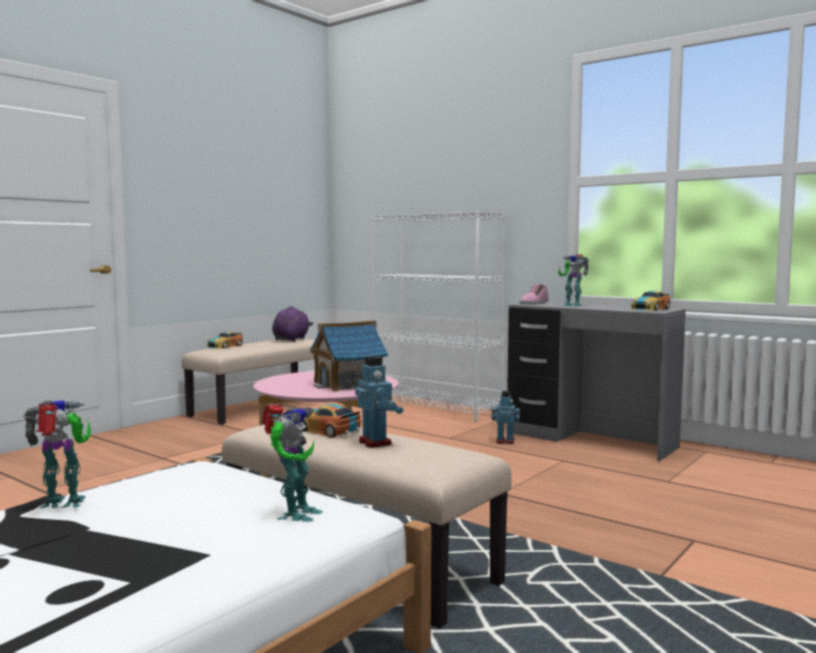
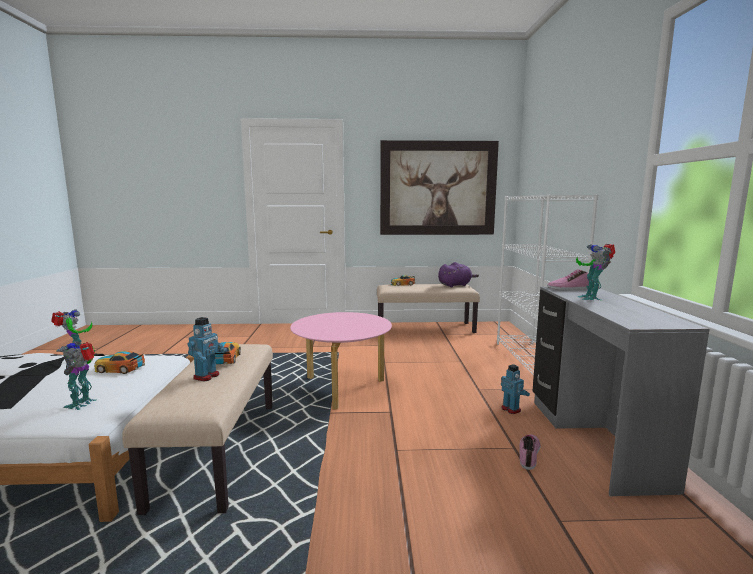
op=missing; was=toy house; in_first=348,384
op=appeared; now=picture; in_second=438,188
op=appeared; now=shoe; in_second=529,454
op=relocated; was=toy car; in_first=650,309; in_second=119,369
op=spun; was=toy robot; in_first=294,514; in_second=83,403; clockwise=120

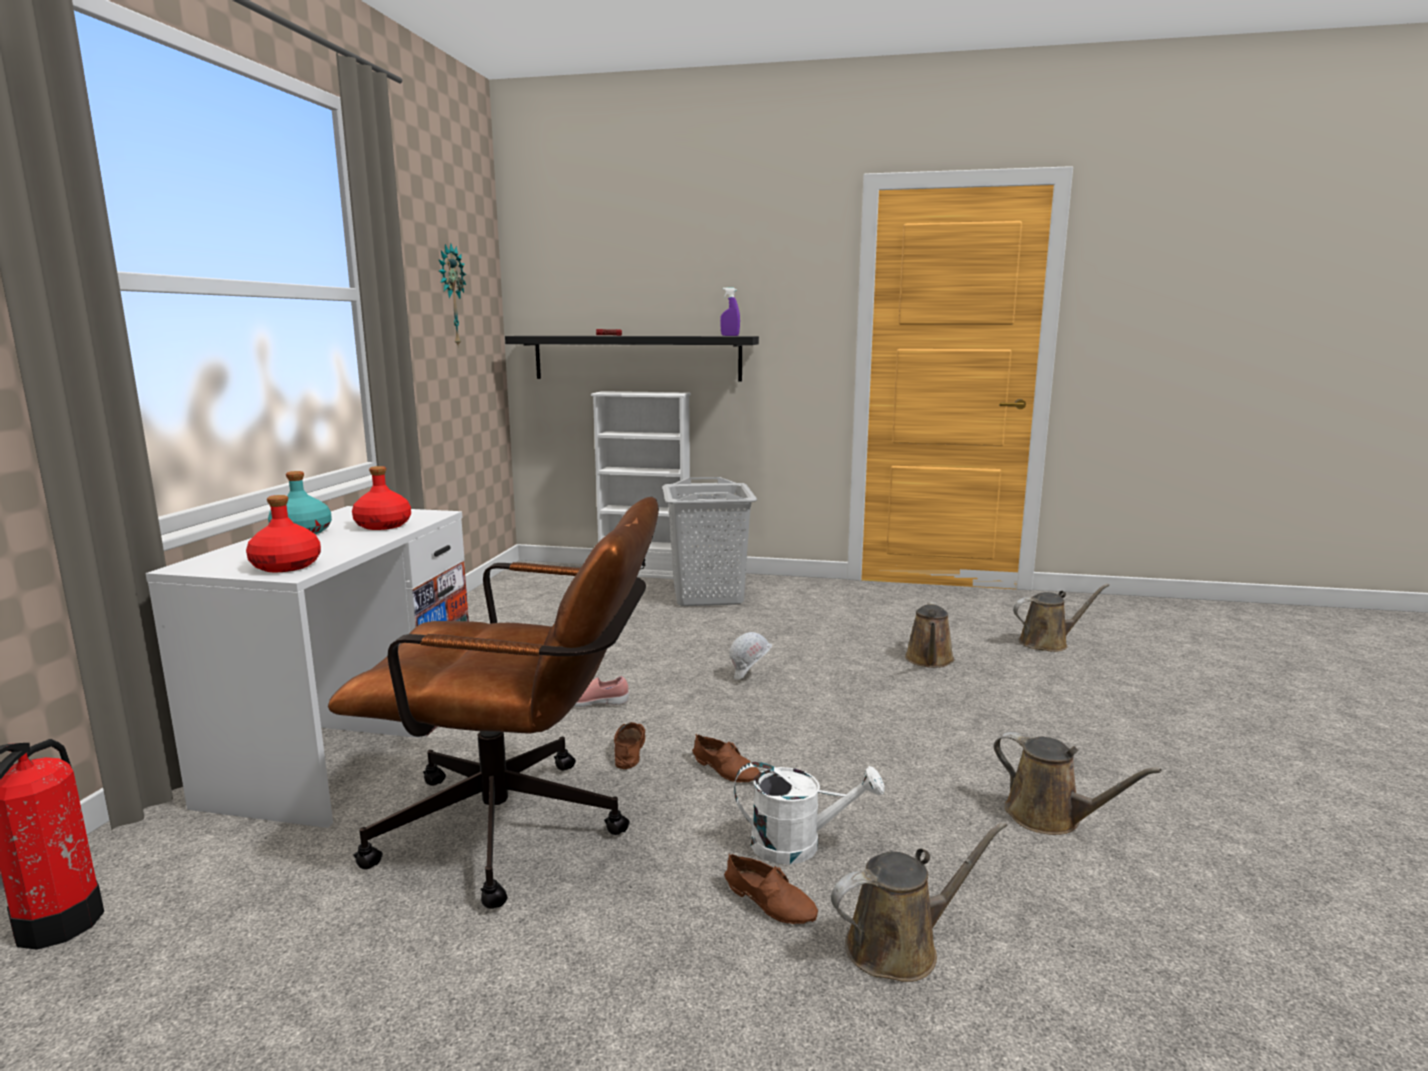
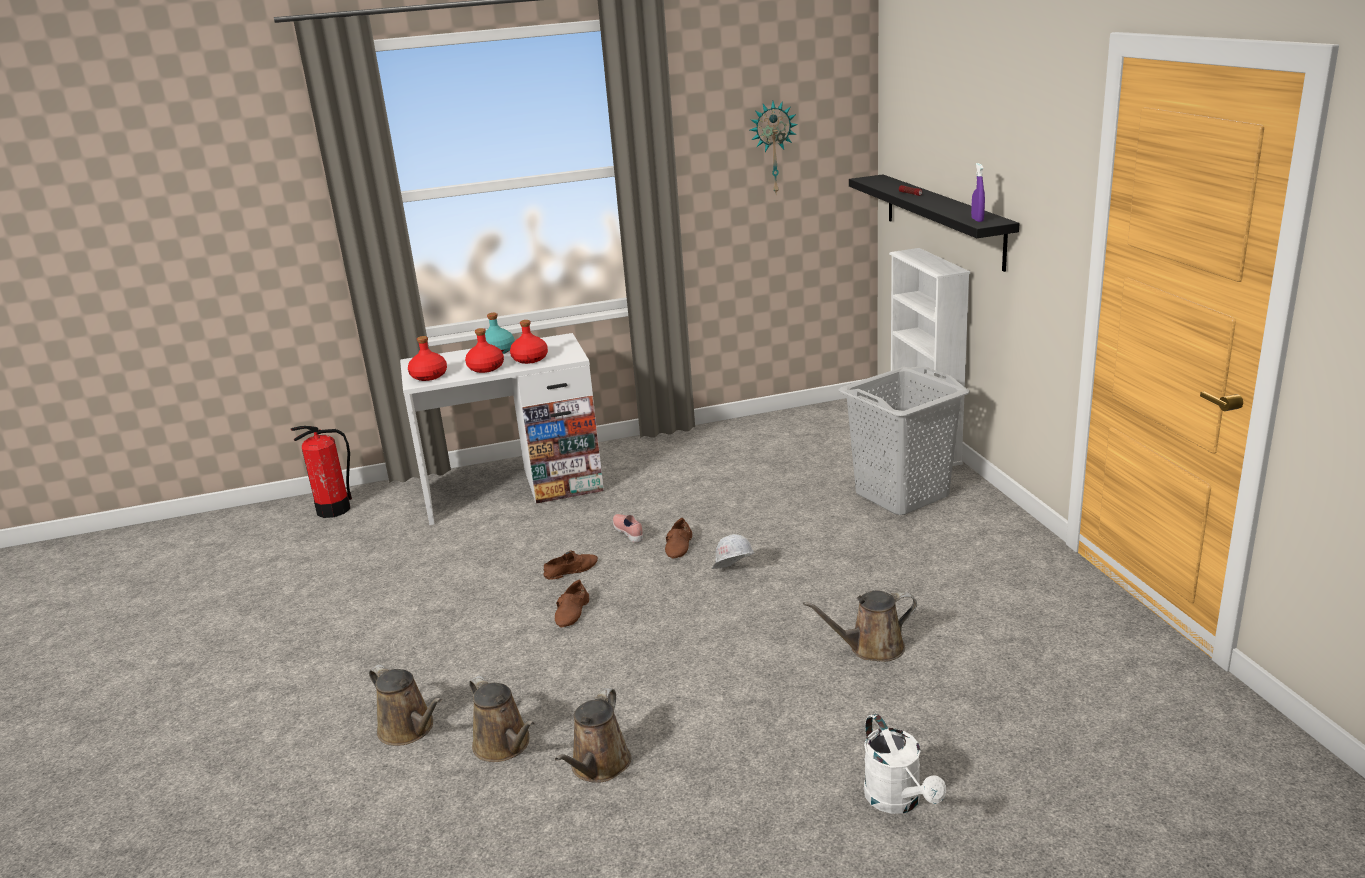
op=missing; was=brown office chair; in_first=522,830
op=appeared; now=red bottle; in_second=485,368
op=relocated; was=brown shoe; in_first=771,900; in_second=680,546
op=relocated; was=white watering can; in_first=798,845; in_second=898,801
op=relocated; was=brown watering can; in_first=1048,643; in_second=504,745

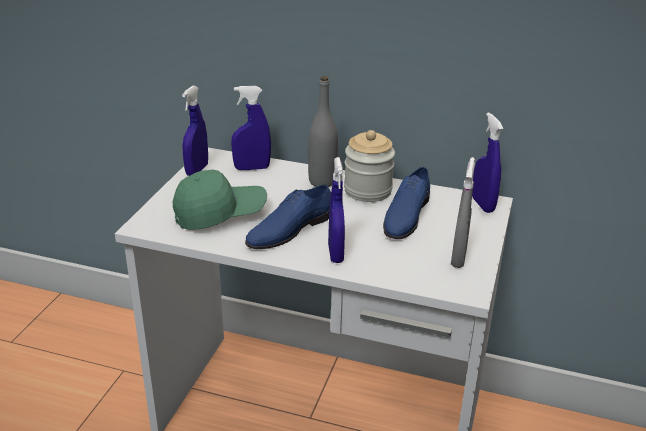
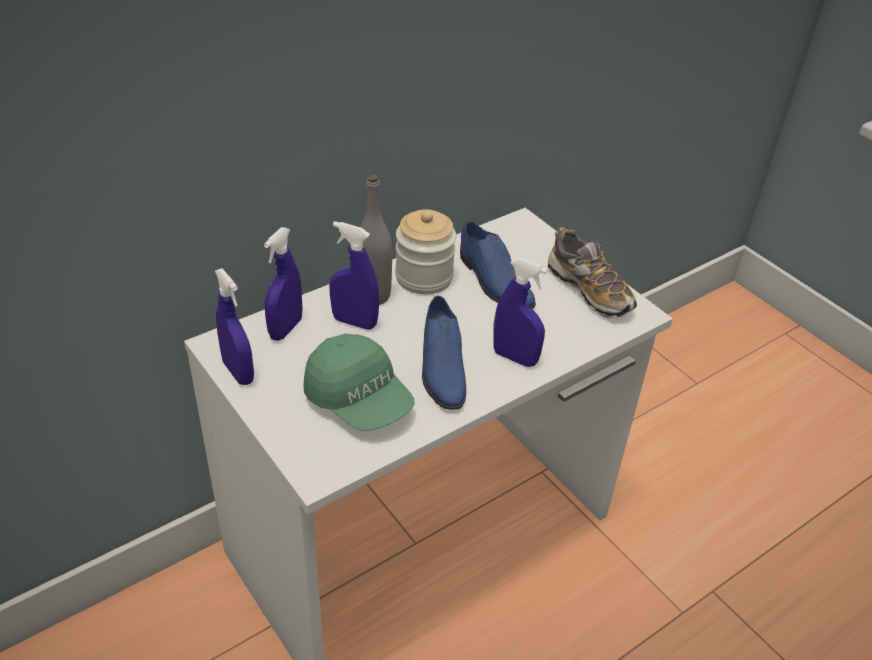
op=relocated; was=blue spray bottle; in_first=482,204; in_second=354,322
op=exchanged; was=grey spray bottle; now=shoe; in_first=458,258; in_second=589,290
op=spun; was=green cap; in_first=220,214; in_second=359,400; clockwise=120

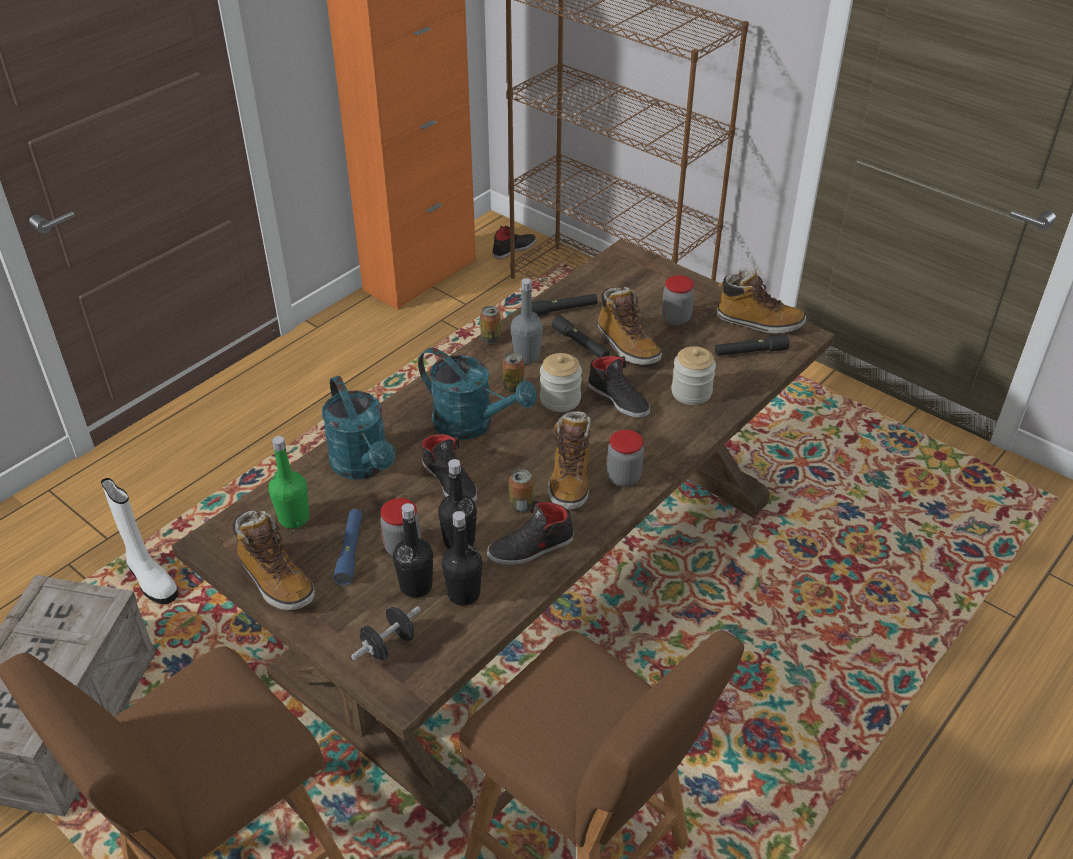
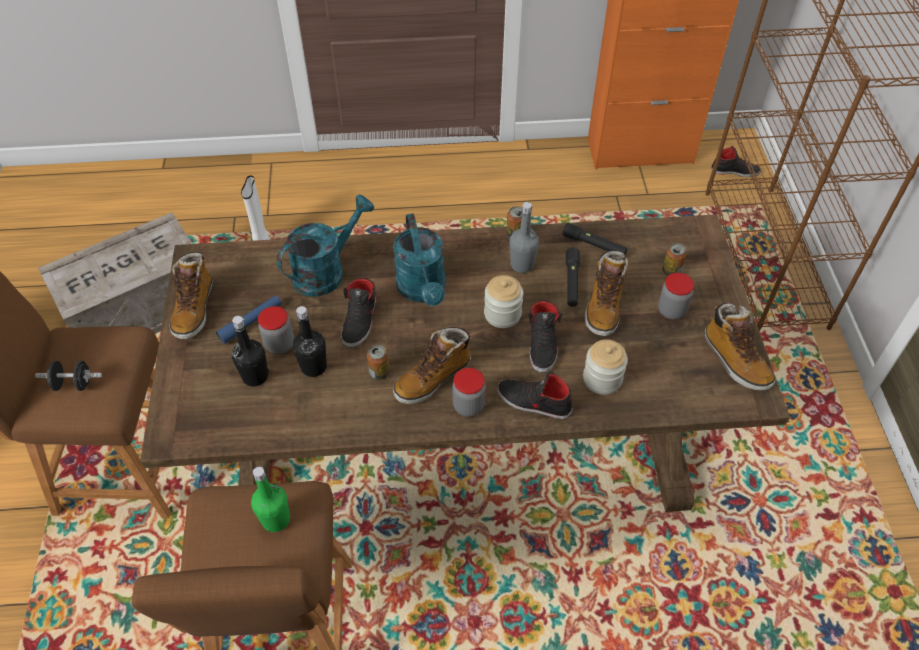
op=missing; was=black bottle; in_first=464,594
op=missing; was=black flashlight; in_first=750,352
op=relocated; was=green bottle; in_first=294,518; in_second=276,519
op=relocated; was=black dumbbell; in_first=388,645; in_second=73,384
op=relocated; was=black shoe; in_first=531,548; in_second=533,402
op=relocated; was=can; in_first=513,387; in_second=671,271
op=spun; was=turquoise watering can; in_first=364,466; in_second=326,271; clockwise=-150

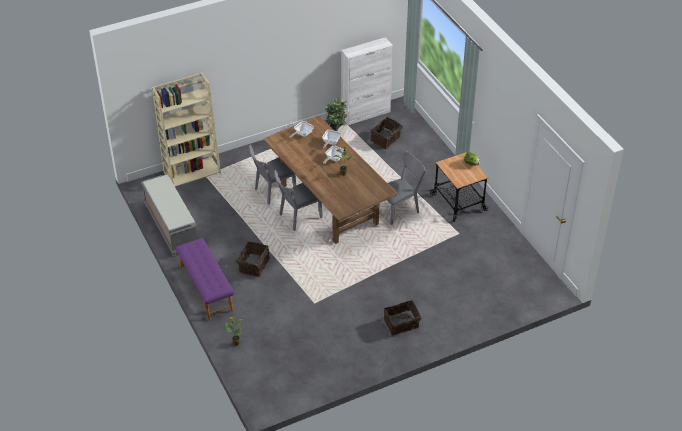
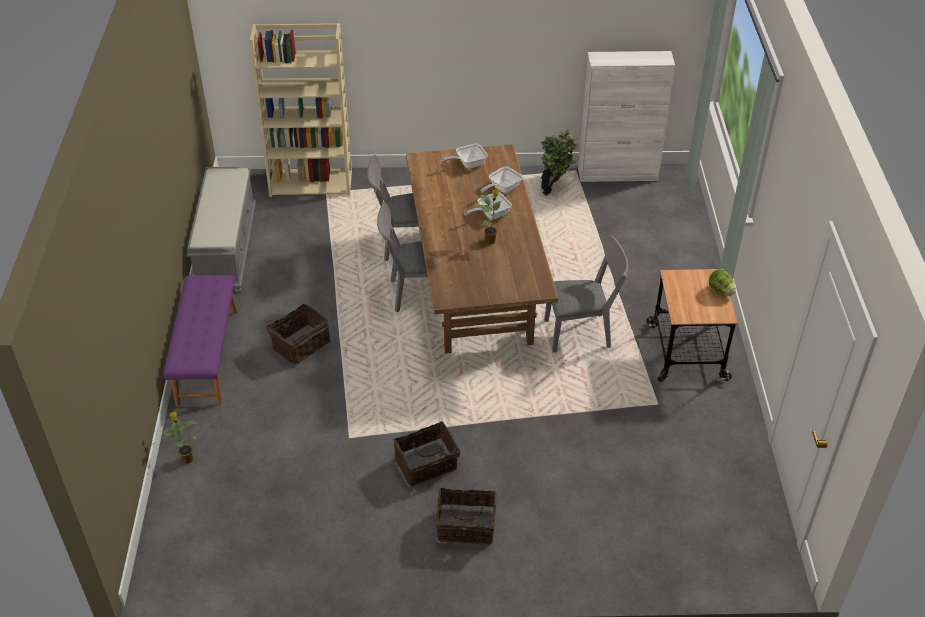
op=relocated; was=basket; in_first=386,139; in_second=427,465

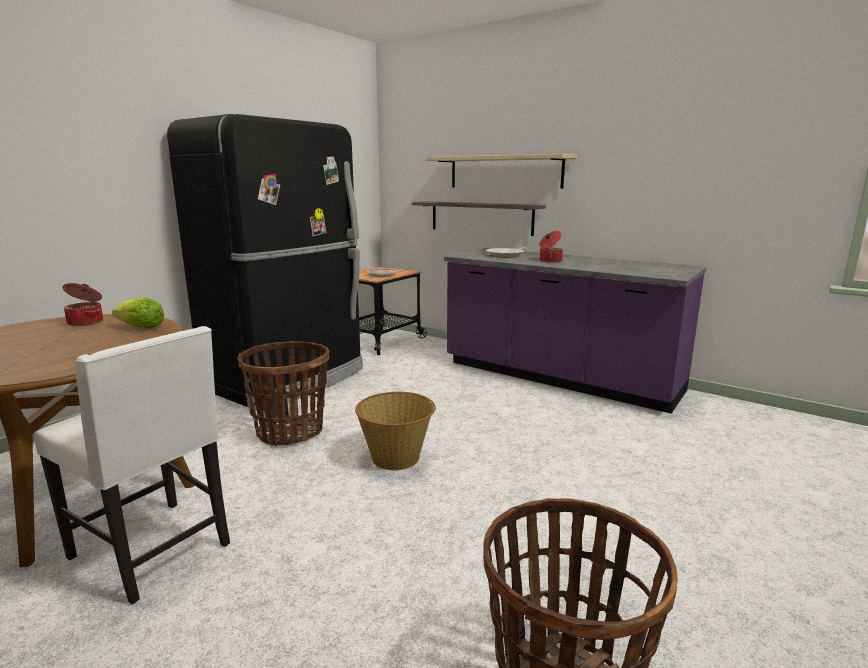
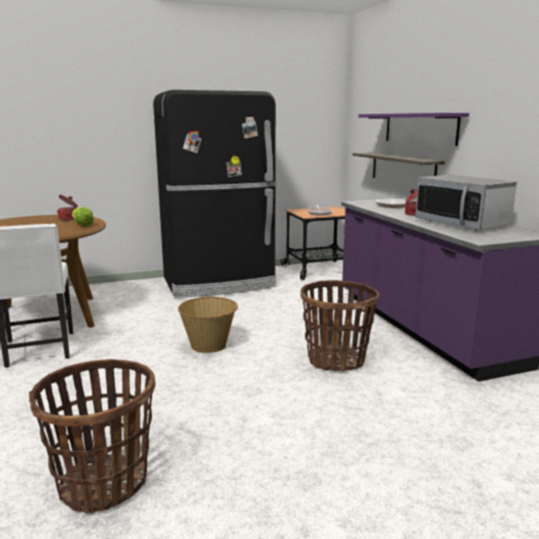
op=appeared; now=microwave; in_second=461,224
op=relocated; was=basket; in_first=290,432; in_second=336,360
op=colour; was=beige shelf; now=purple shelf; in_first=504,172; in_second=419,128

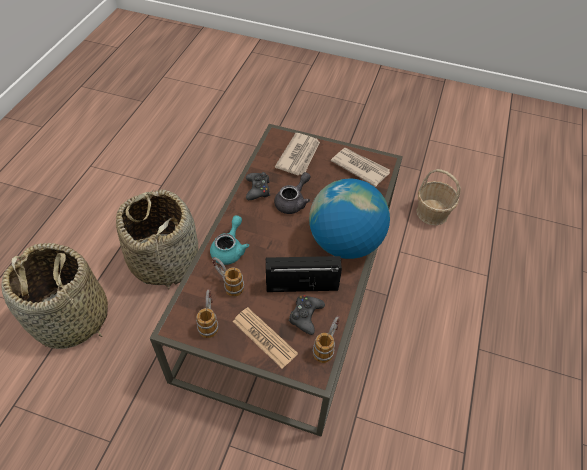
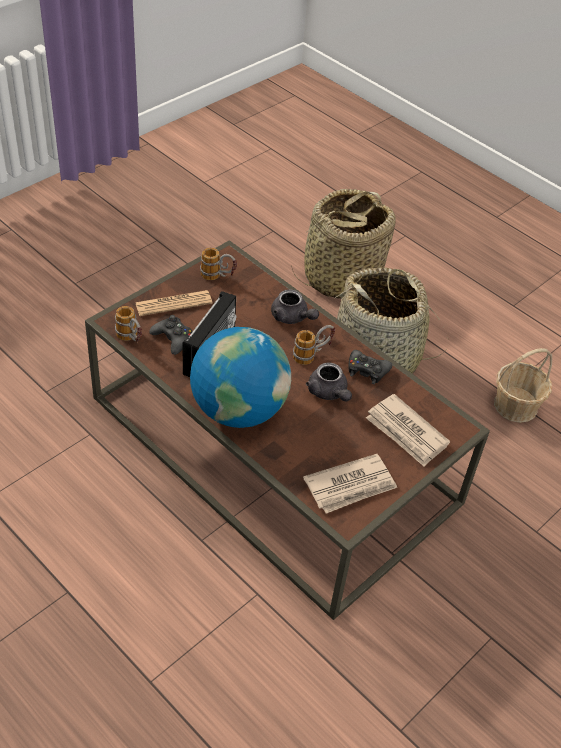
op=relocated; was=mug; in_first=228,283; in_second=312,354
op=relocated; was=basket; in_first=432,212; in_second=516,405
op=colour; was=turquoise teapot; now=grey teapot; in_first=230,249; in_second=292,317

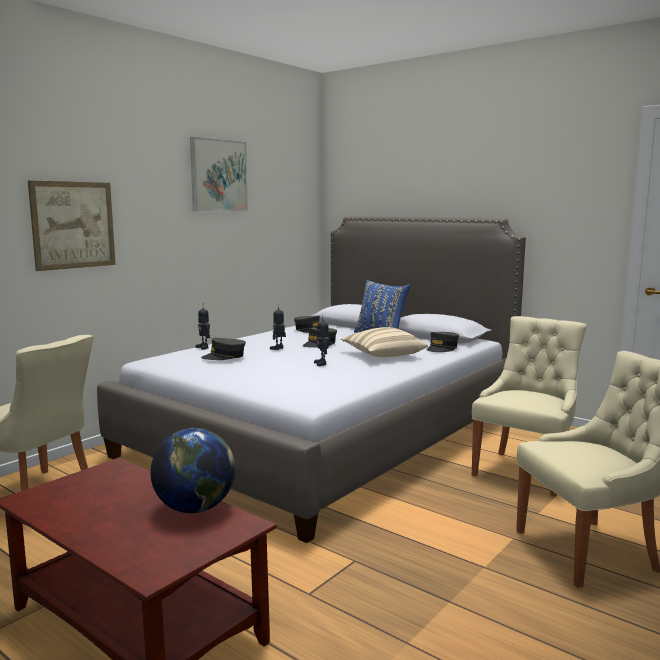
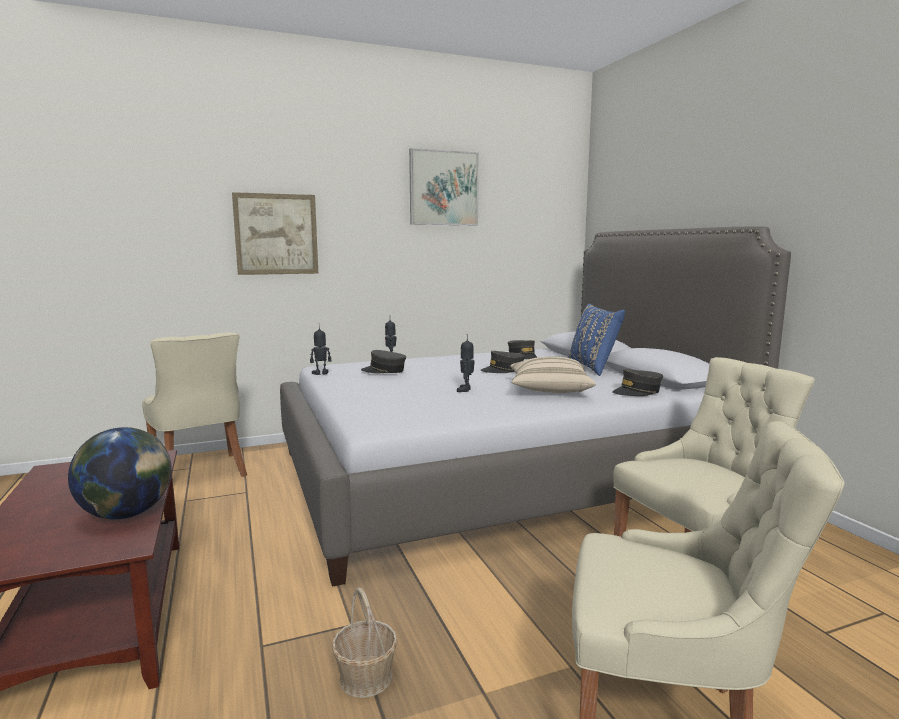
op=appeared; now=basket; in_second=365,678
op=relocated; was=toy robot; in_first=278,348; in_second=321,374

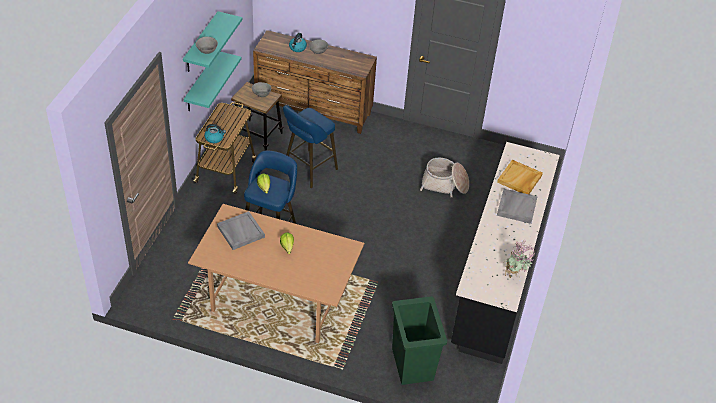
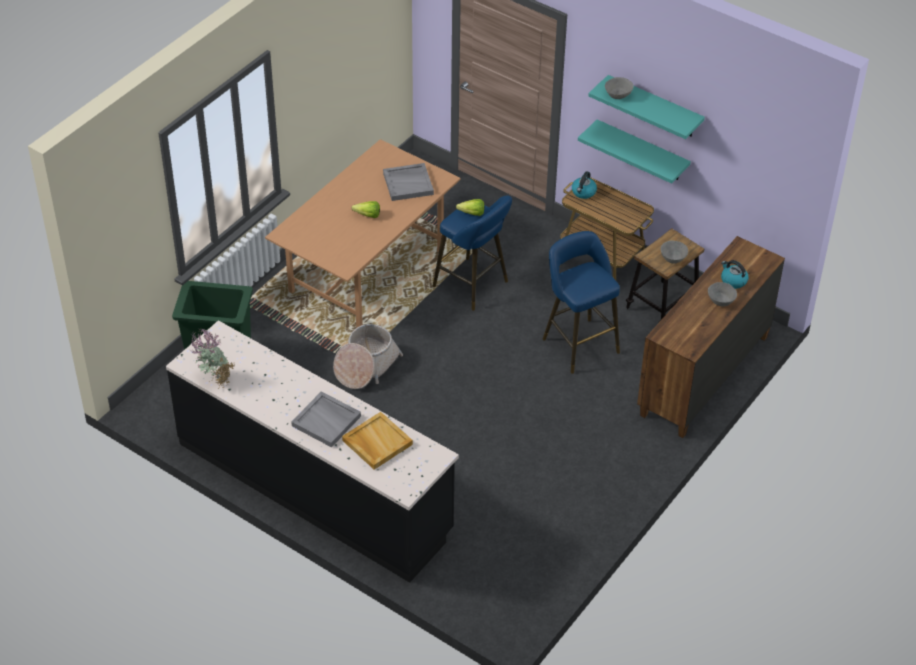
op=relocated; was=basket; in_first=444,184; in_second=365,366

